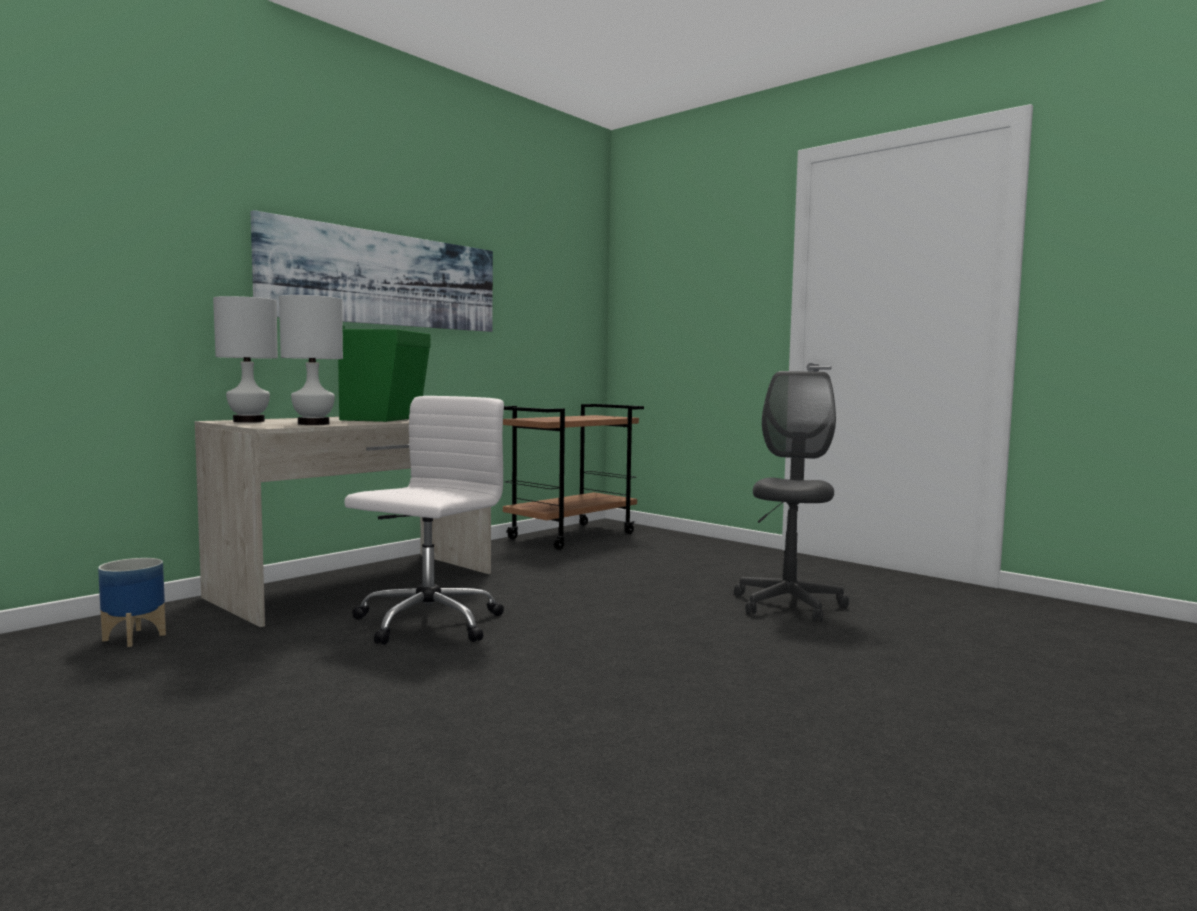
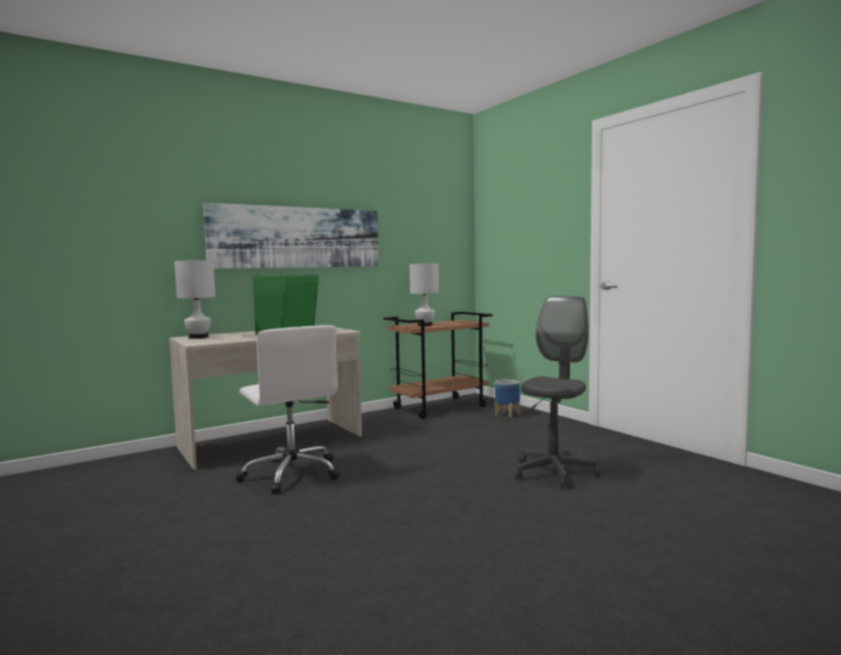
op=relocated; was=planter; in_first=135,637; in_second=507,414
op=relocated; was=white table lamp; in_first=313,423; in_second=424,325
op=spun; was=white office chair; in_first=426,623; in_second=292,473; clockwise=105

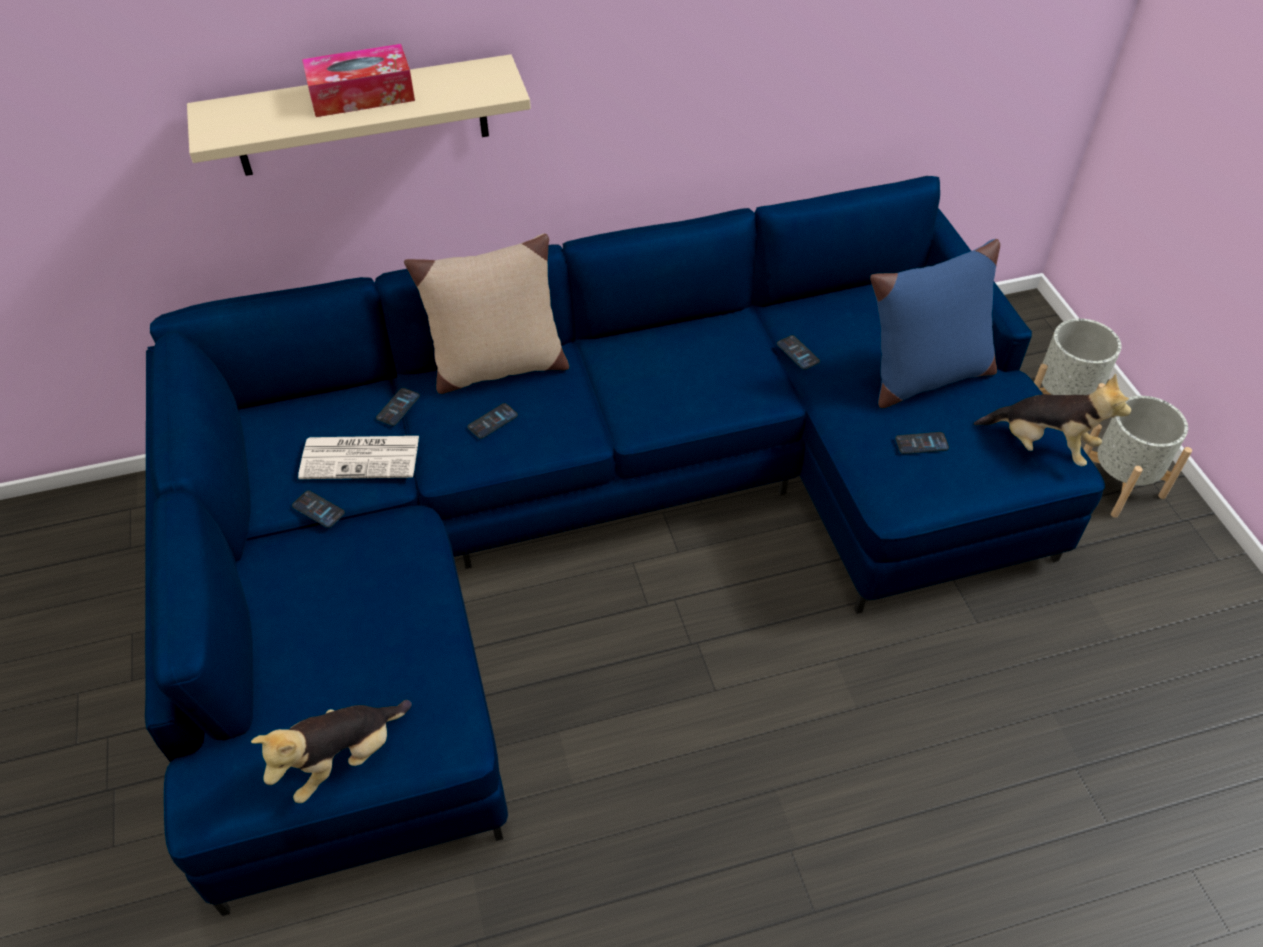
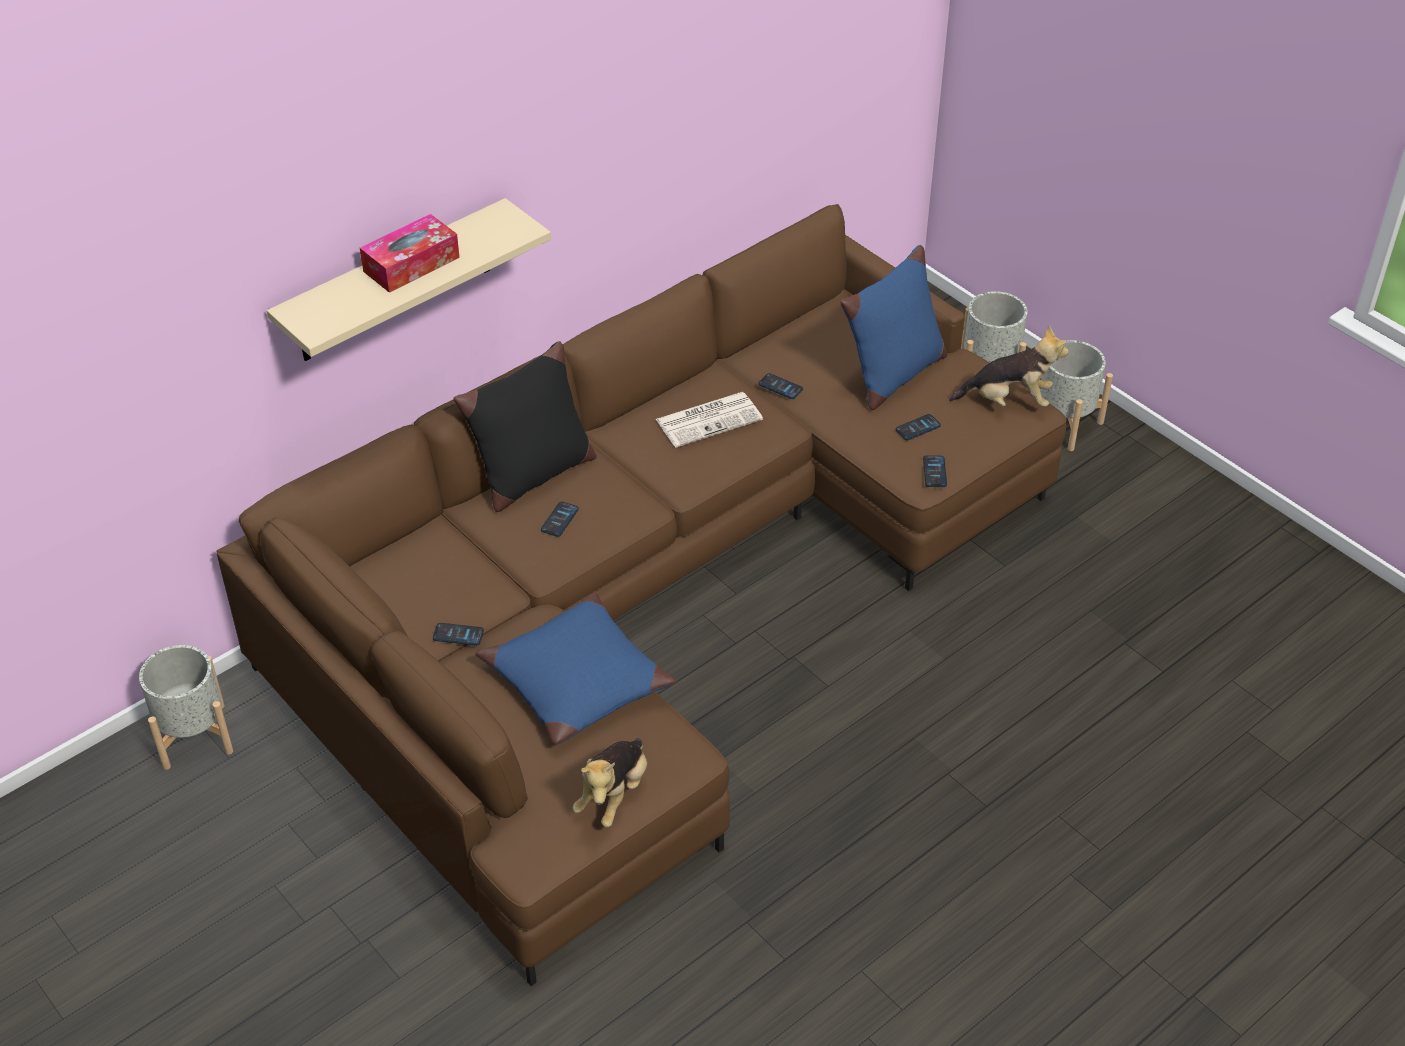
op=appeared; now=grey planter; in_second=193,736
op=appeared; now=blue pillow; in_second=576,682
op=relocated; was=newspaper; in_first=362,457; in_second=709,419
op=relocated; was=phone; in_first=398,407; in_second=934,472
op=colour; was=blue sofa; now=brown sofa; in_first=589,526; in_second=647,598
op=colour; was=beige pillow; now=black pillow; in_first=497,368; in_second=532,476

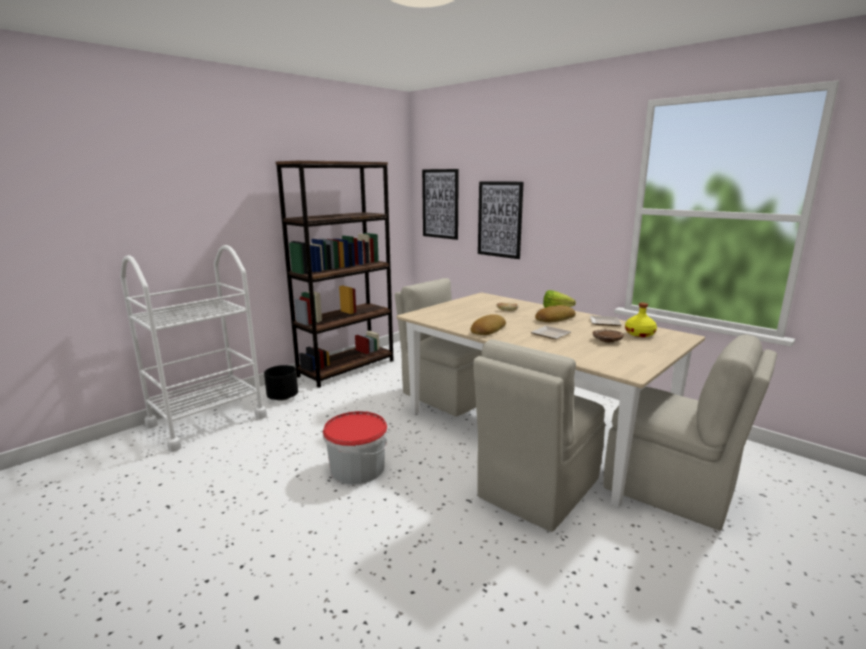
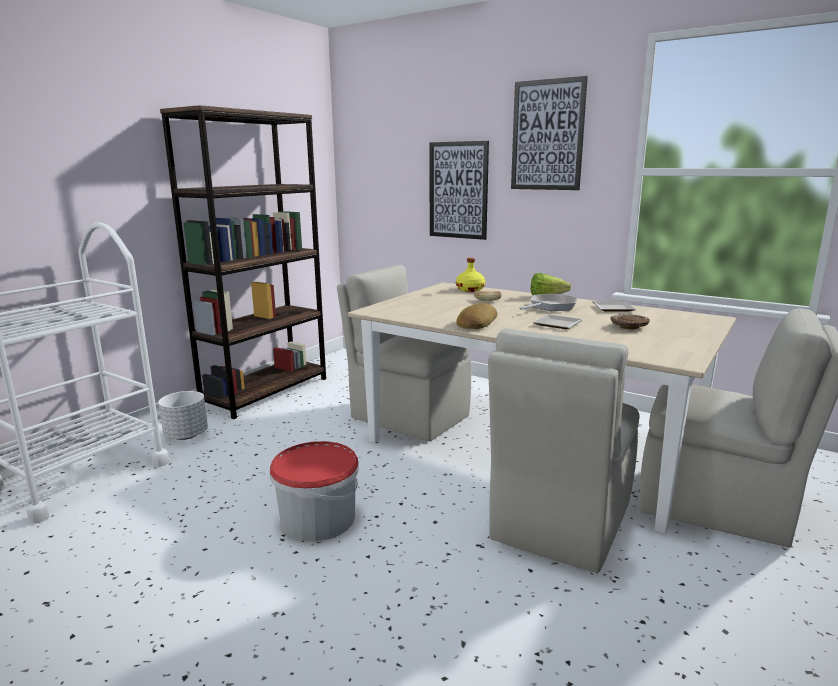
op=relocated; was=picture; in_first=440,204; in_second=547,135
op=relocated; was=yellow bottle; in_first=640,334; in_second=470,289
op=exchanged; was=bread; now=frying pan; in_first=554,318; in_second=550,307
op=colour; was=black planter; now=white planter; in_first=283,397; in_second=186,435

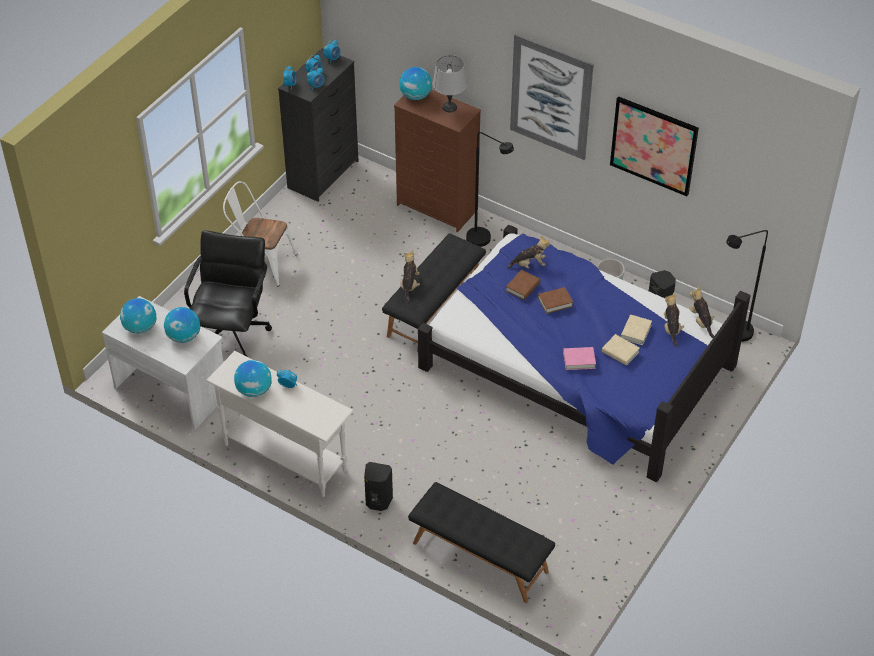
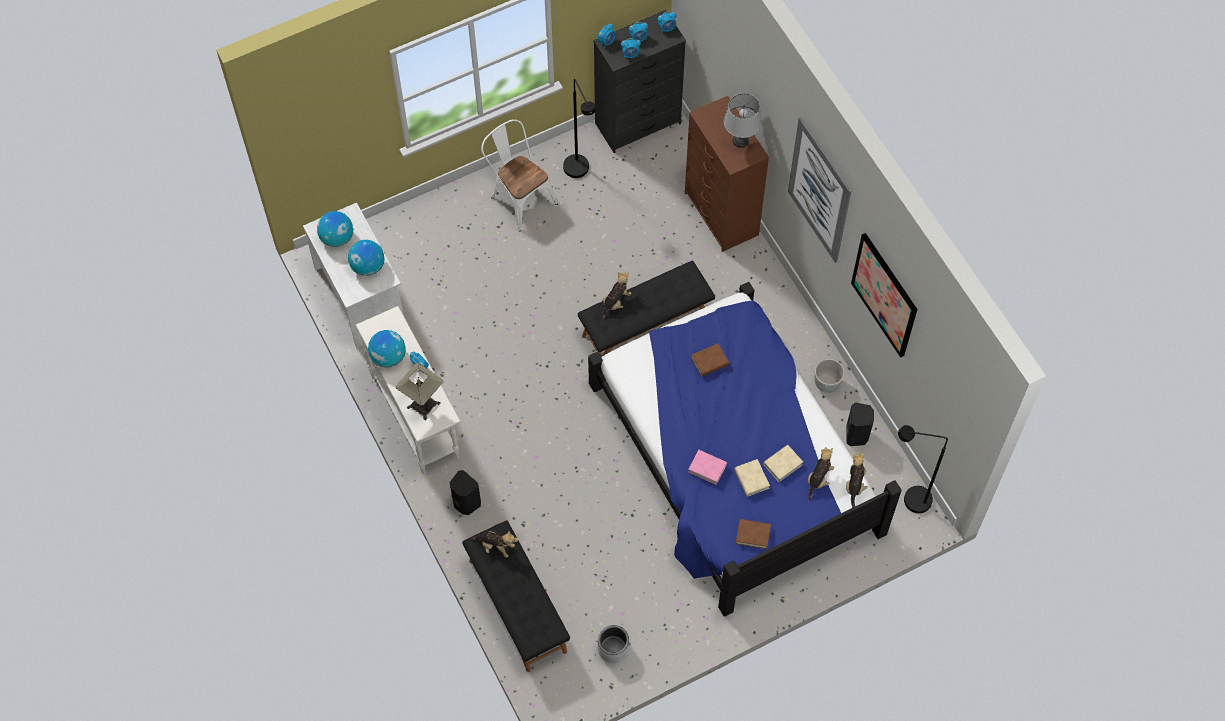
op=missing; was=black office chair; in_first=232,333
op=missing; was=globe; in_first=415,96
op=appeared; now=table lamp; in_second=423,405
op=appeared; now=grey planter; in_second=613,649
op=relocated; was=black floor lamp; in_first=484,241; in_second=580,173
op=relocated; was=plush toy; in_first=529,265; in_second=496,546
op=relocated; was=brown book; in_first=555,302; in_second=753,535

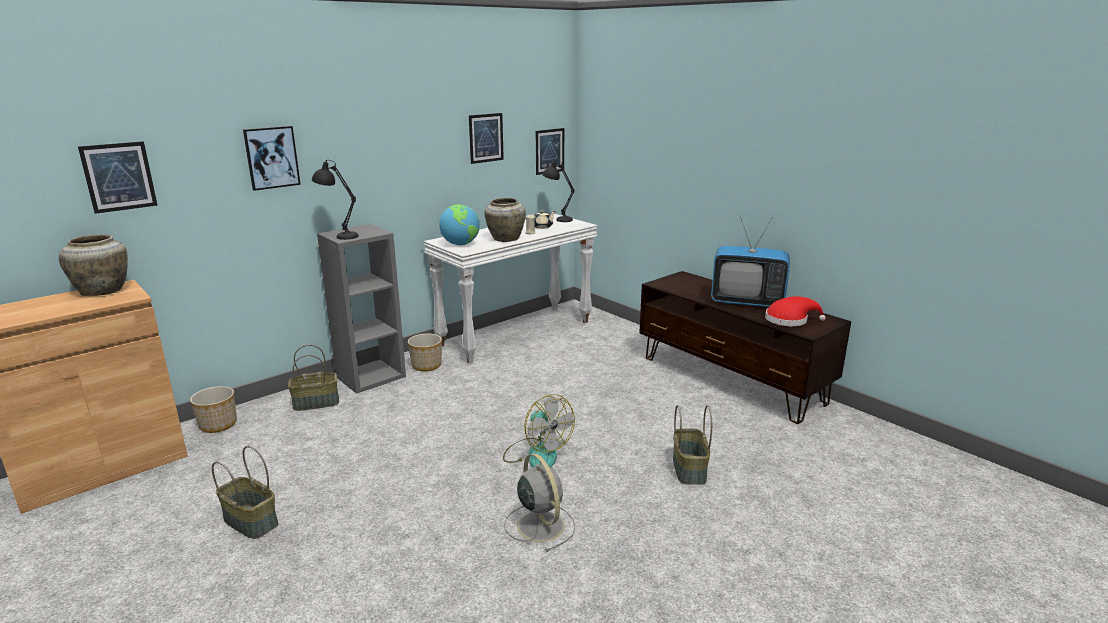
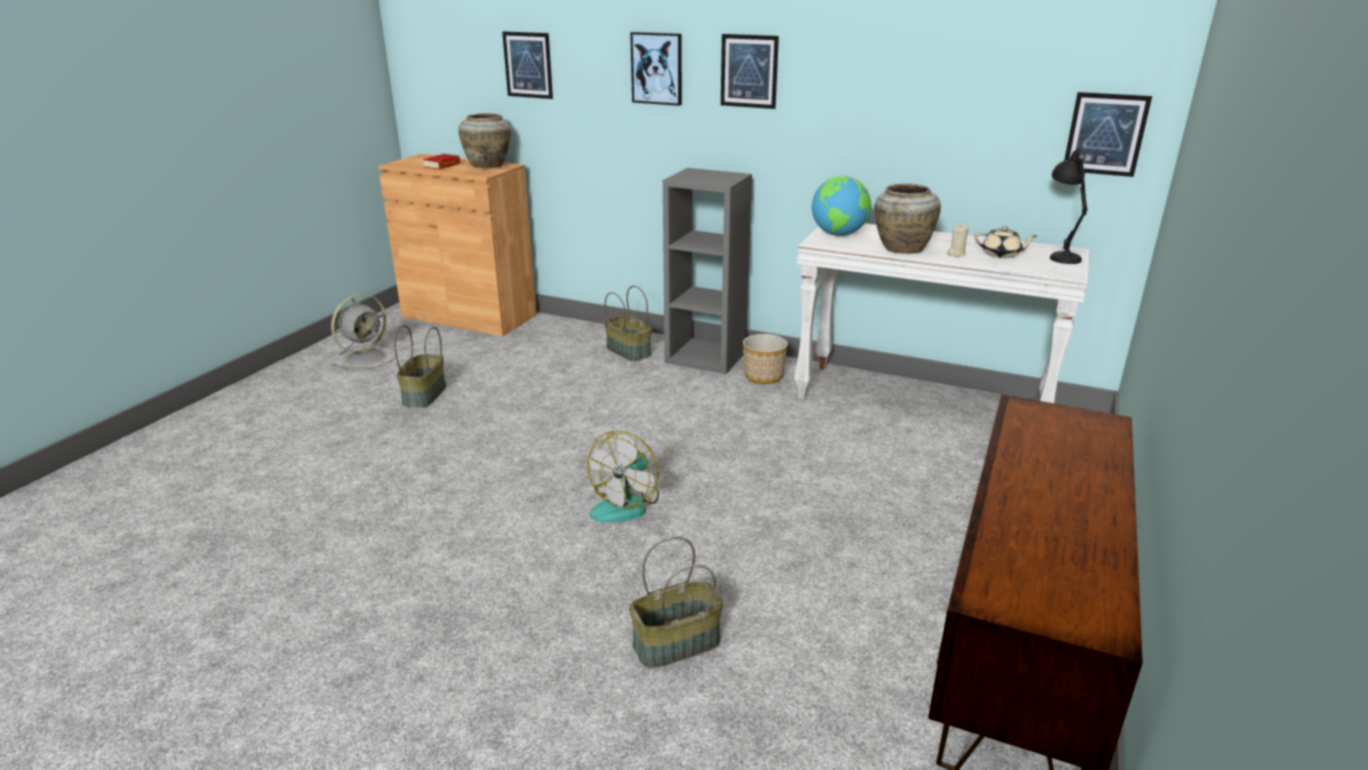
op=missing; was=planter; in_first=217,424
op=missing; was=black table lamp; in_first=339,236
op=missing; was=television; in_first=747,302
op=missing; was=red hat; in_first=789,320
op=appeared; now=book; in_second=442,165
op=relocated; was=picture; in_first=486,138; in_second=749,71
op=relocated; was=grey fan; in_first=540,524; in_second=367,357

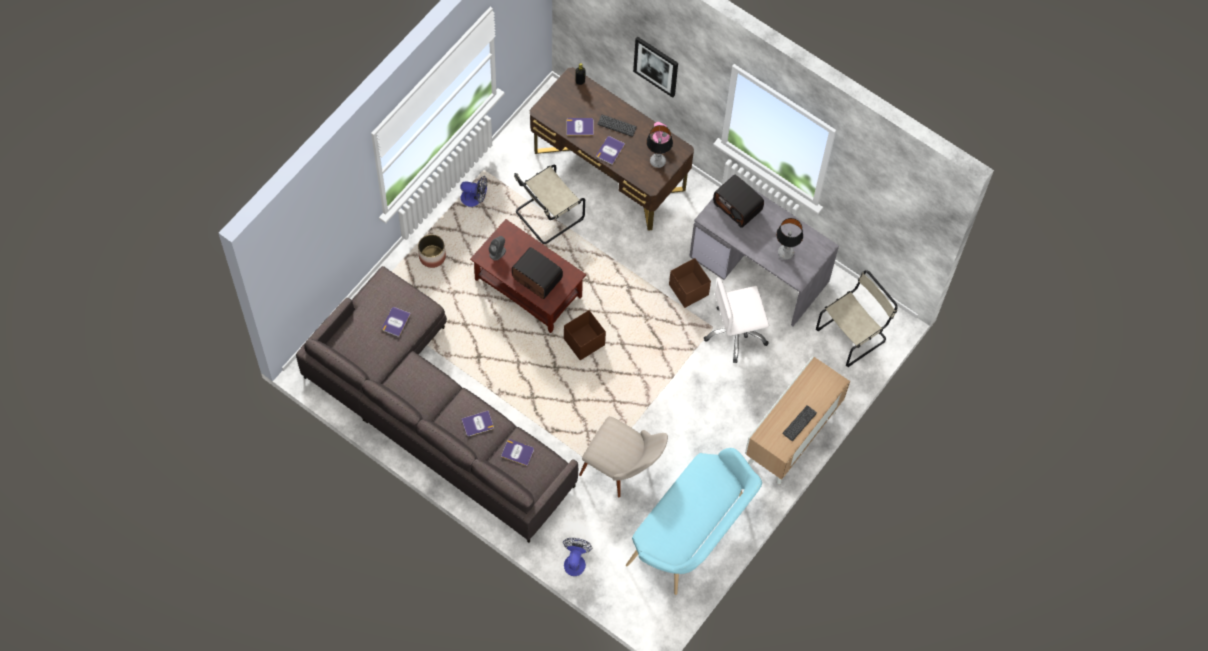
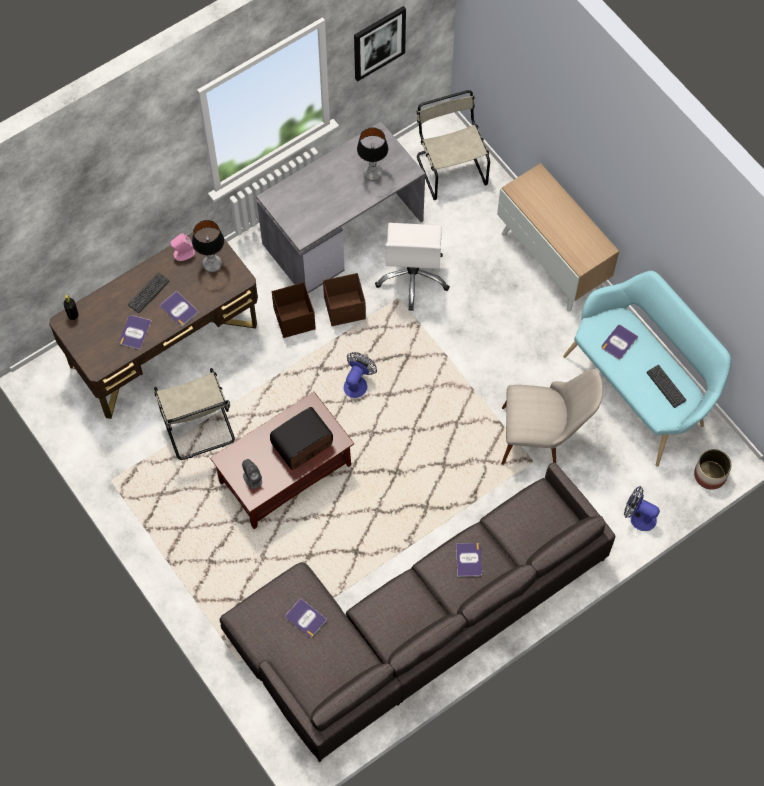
op=missing; was=radio; in_first=738,207
op=relocated; was=planter; in_first=432,256; in_second=709,475
op=relocated; was=fan; in_first=475,199; in_second=357,383
op=relocated; was=book; in_first=517,452; in_second=619,342
op=relocated; was=brown storage box; in_first=583,342; in_second=294,319
op=relocated; was=picture; in_first=656,66; in_second=378,42
op=relocated; was=keyboard; in_first=799,423; in_second=666,386
op=spun; was=beige chair; in_first=623,470; in_second=543,437; clockwise=45

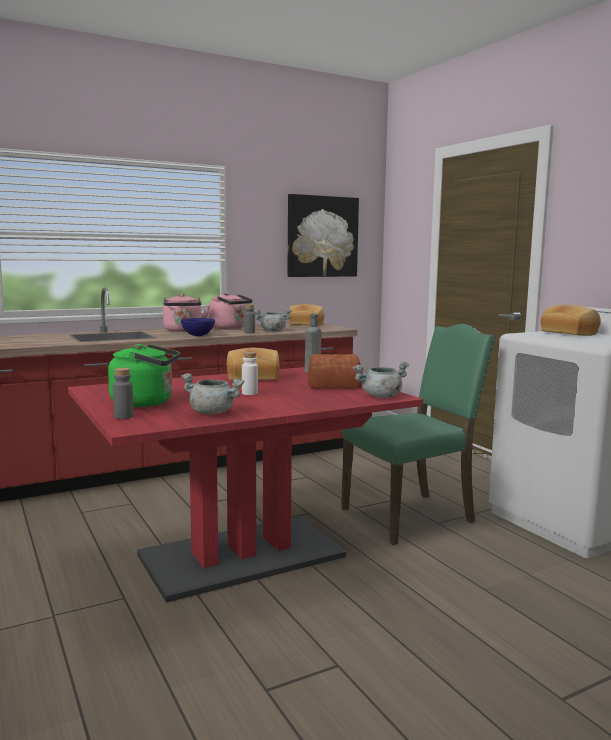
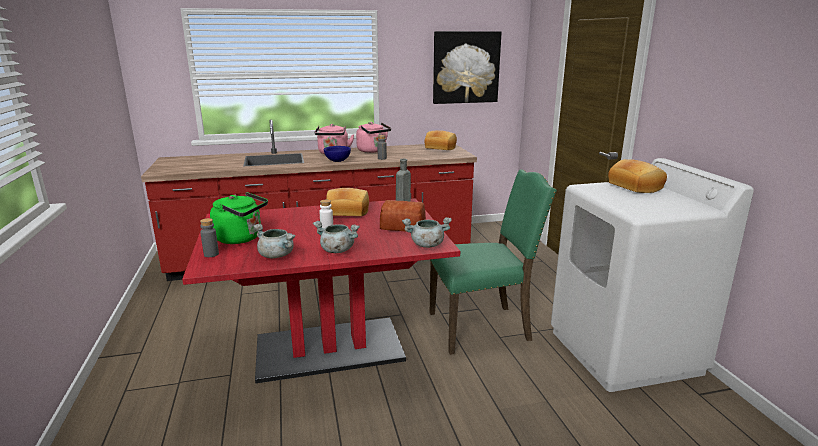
op=relocated; was=grey cooking pot; in_first=272,331; in_second=336,250

